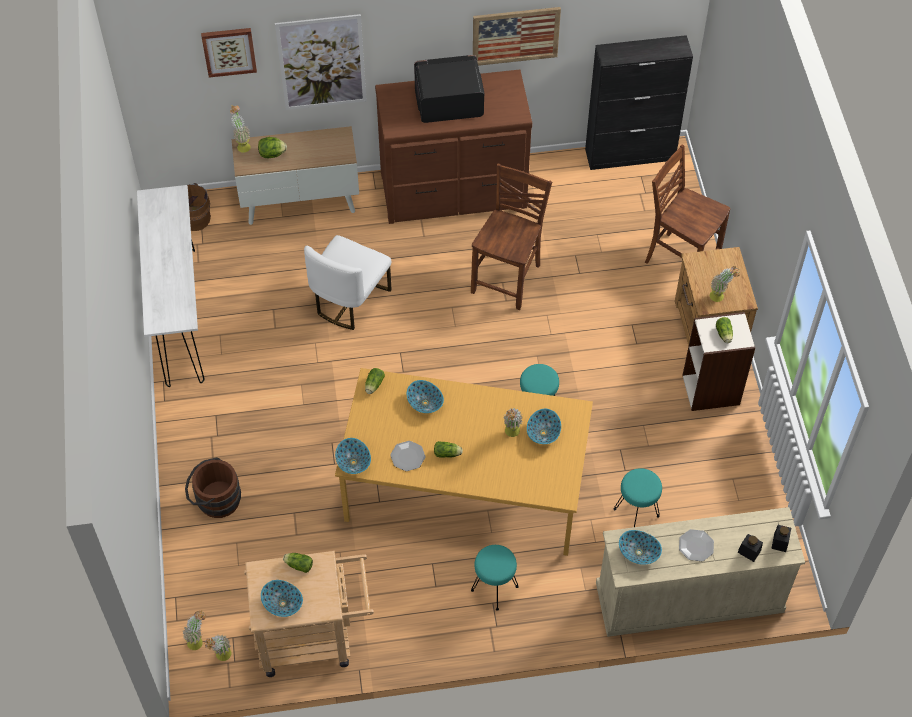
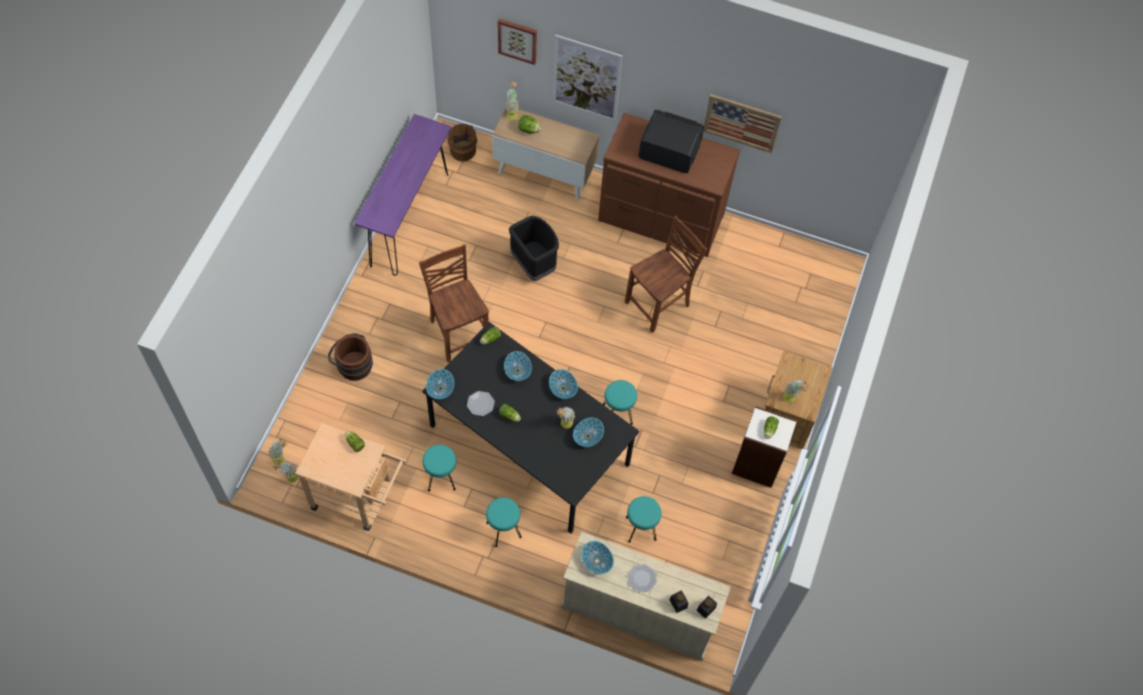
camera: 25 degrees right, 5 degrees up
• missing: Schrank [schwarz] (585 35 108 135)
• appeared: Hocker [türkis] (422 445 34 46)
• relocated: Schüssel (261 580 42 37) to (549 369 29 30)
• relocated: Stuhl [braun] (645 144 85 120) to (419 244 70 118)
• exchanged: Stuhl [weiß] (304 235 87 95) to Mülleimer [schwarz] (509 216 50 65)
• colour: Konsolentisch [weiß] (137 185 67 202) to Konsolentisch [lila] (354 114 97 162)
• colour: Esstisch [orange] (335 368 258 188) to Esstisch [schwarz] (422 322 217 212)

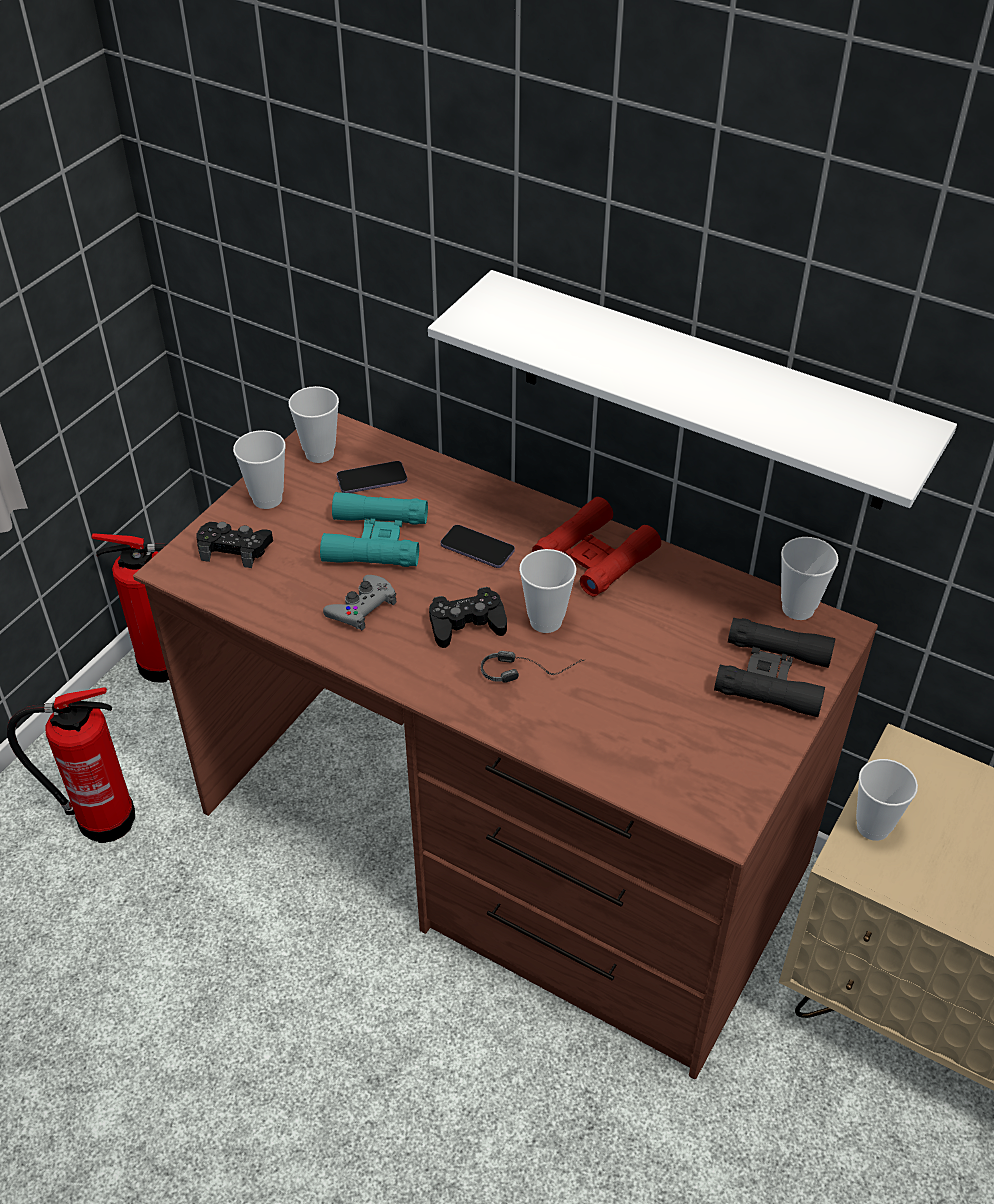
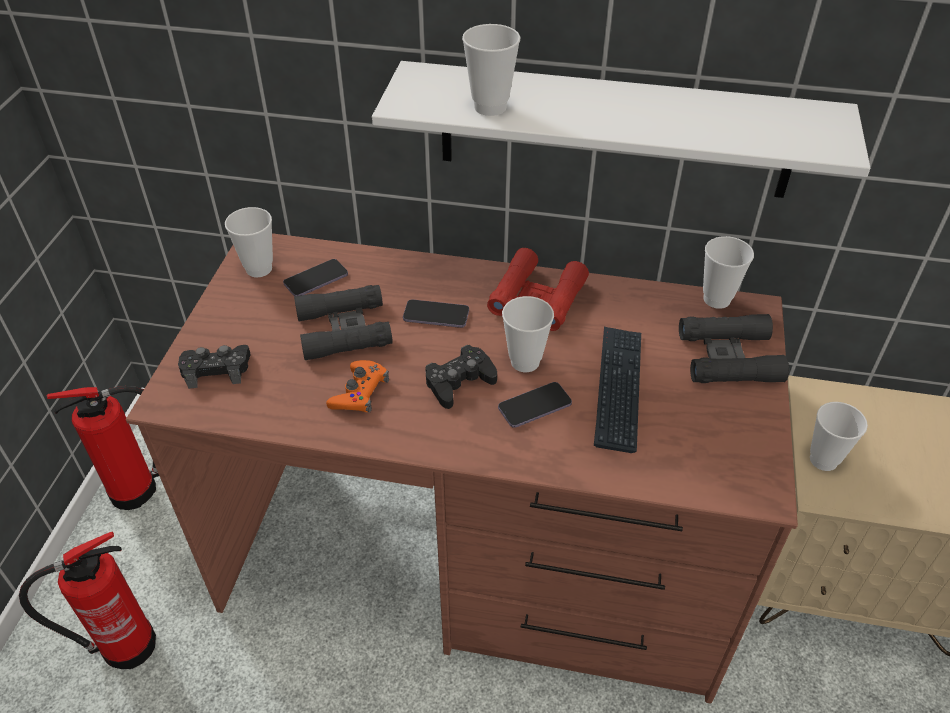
camera: 20 degrees left, 0 degrees up
• appeared: Tastatur (594 327 47 126)
• relocated: Tasse (233 430 53 79) to (462 24 59 92)
• exchanged: Kopfhörer (481 651 105 32) to Handy (498 382 74 46)
• colour: Fernglas [türkis] (320 492 108 75) to Fernglas [schwarz] (294 285 99 76)
• colour: Gamepad [grau] (323 575 73 55) to Gamepad [orange] (326 360 63 53)

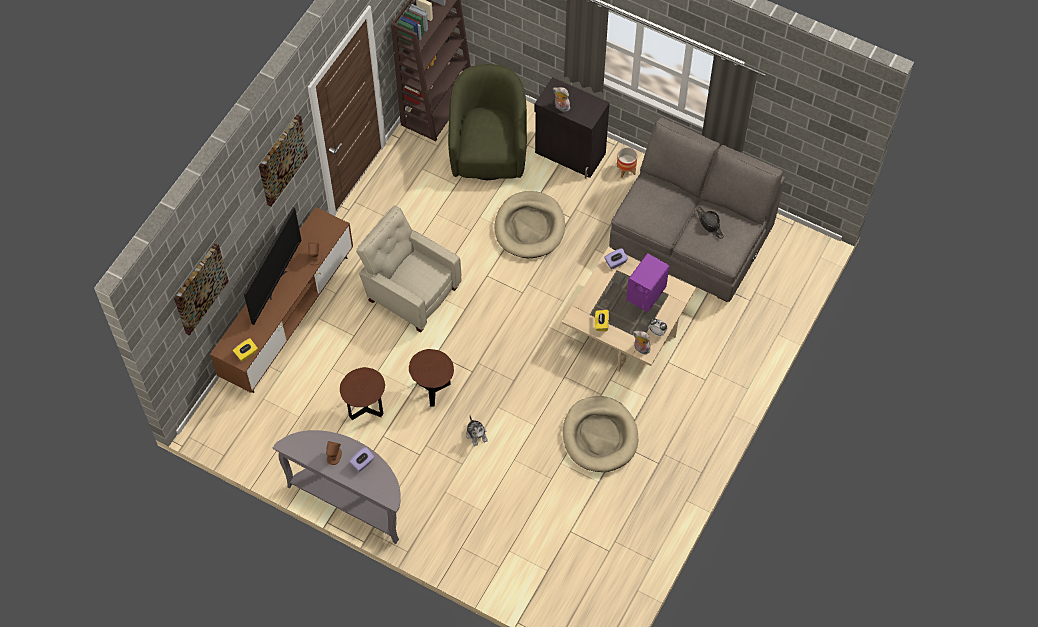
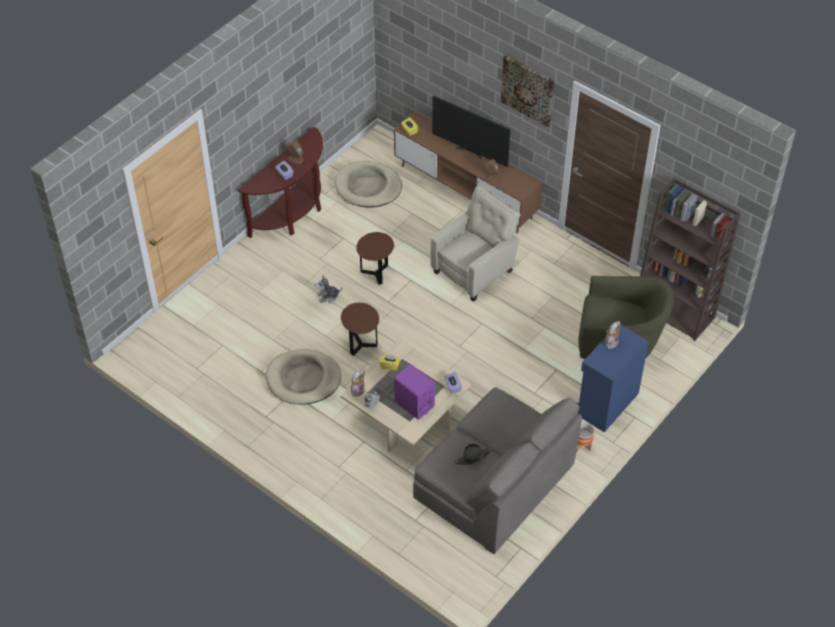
camera: 100 degrees right, 10 degrees down
• missing: Bild (174 243 55 93)
• relocated: Beistelltisch [braun] (340 367 45 53) to (341 302 38 54)
• relocated: Hundebett [beige] (494 191 71 67) to (335 161 67 47)
• colour: Konsolentisch [grau] (273 430 128 114) to Konsolentisch [braun] (237 127 86 111)
• colour: Schrank [schwarz] (534 77 76 101) to Schrank [blau] (577 325 72 107)

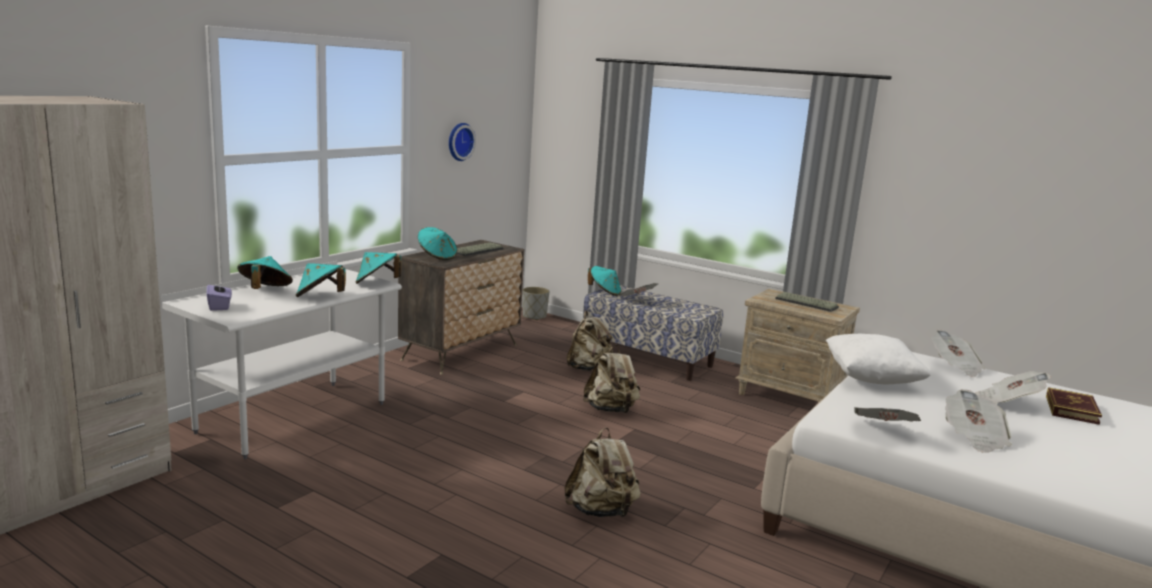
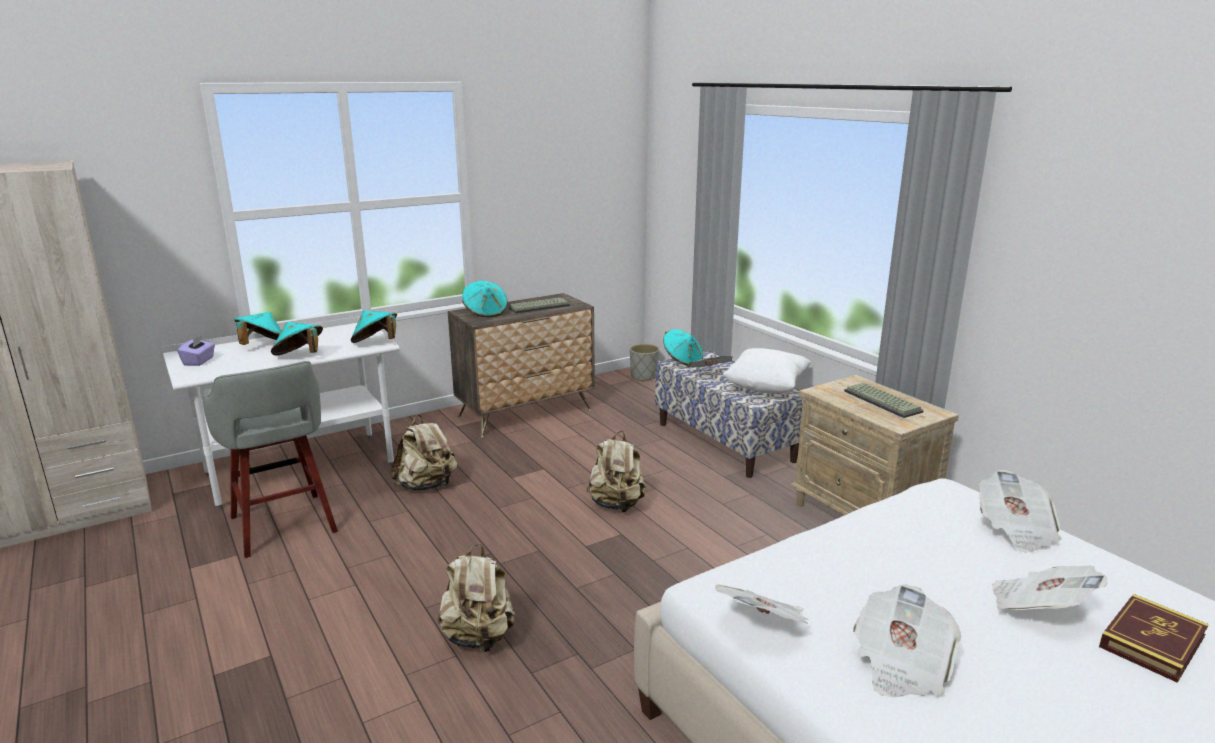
camera: 25 degrees right, 5 degrees up
• missing: Wanduhr (449 123 27 38)
• appeared: Hocker [grau] (203 361 135 197)
• relocated: Rucksack [beige] (566 311 47 60) to (391 415 66 76)
• relocated: Kissen [weiß] (826 334 105 51) to (723 348 88 45)

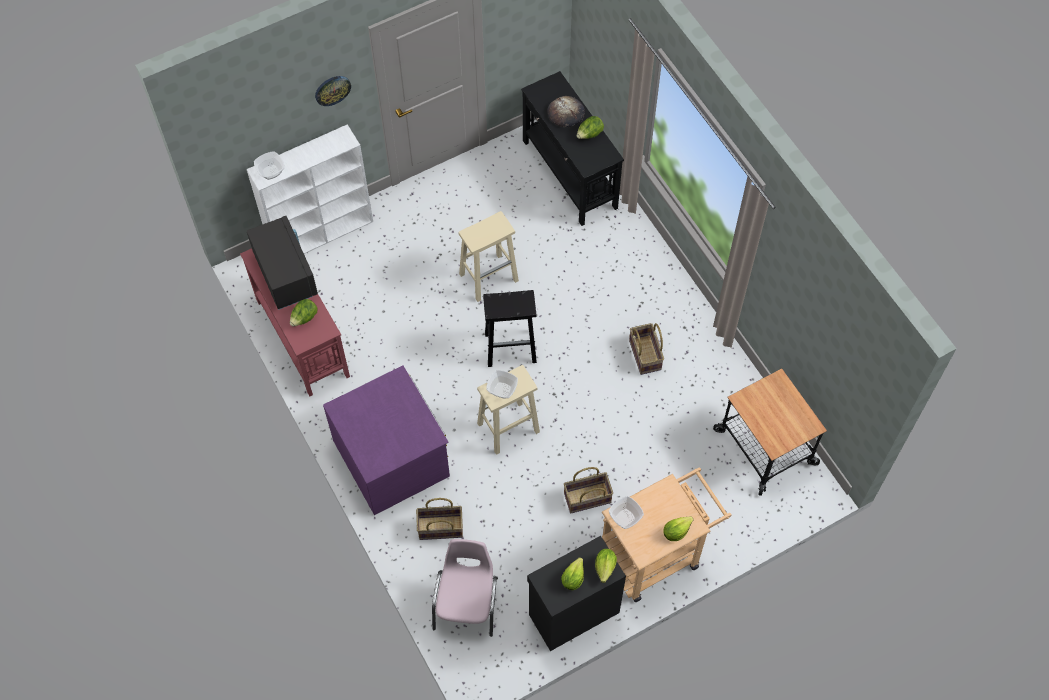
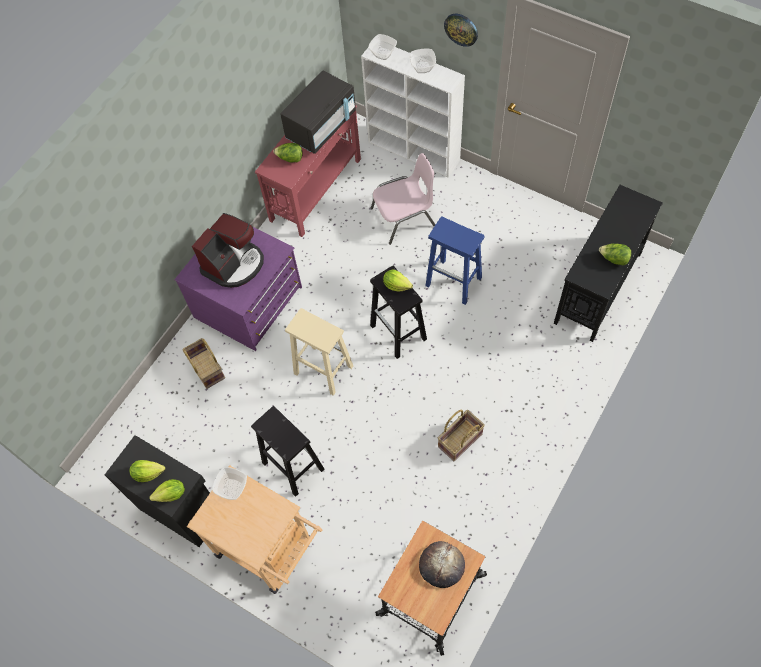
camera: 65 degrees right, 0 degrees up
• appeared: Kaffeemaschine (192 213 72 75)
• relocated: Stuhl [rosa] (432 539 66 98) to (370 153 65 92)
• relocated: Schüssel (486 370 32 28) to (410 49 26 24)
• relocated: Brot (547 96 38 32) to (419 541 46 47)
• relocated: Salatkopf (663 516 31 25) to (383 269 30 23)
• exchanged: Korb (564 467 49 46) to Hocker [schwarz] (251 406 73 91)
• colour: Hocker [beige] (458 211 61 91) to Hocker [blau] (425 216 60 89)

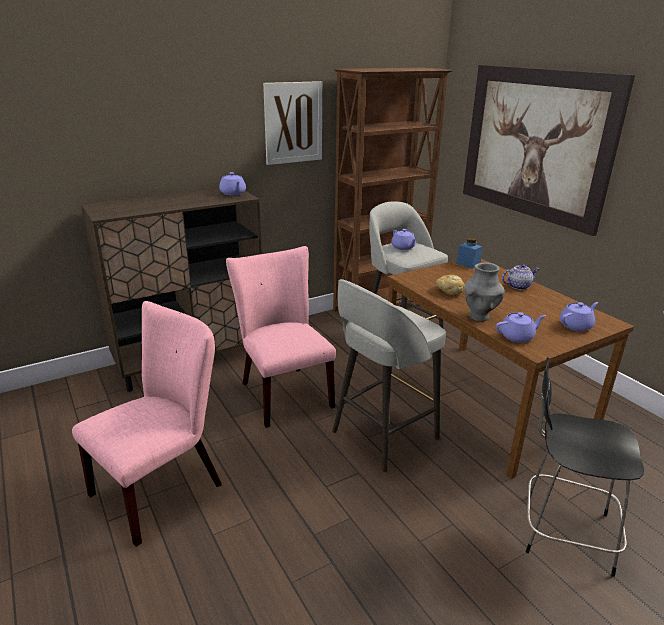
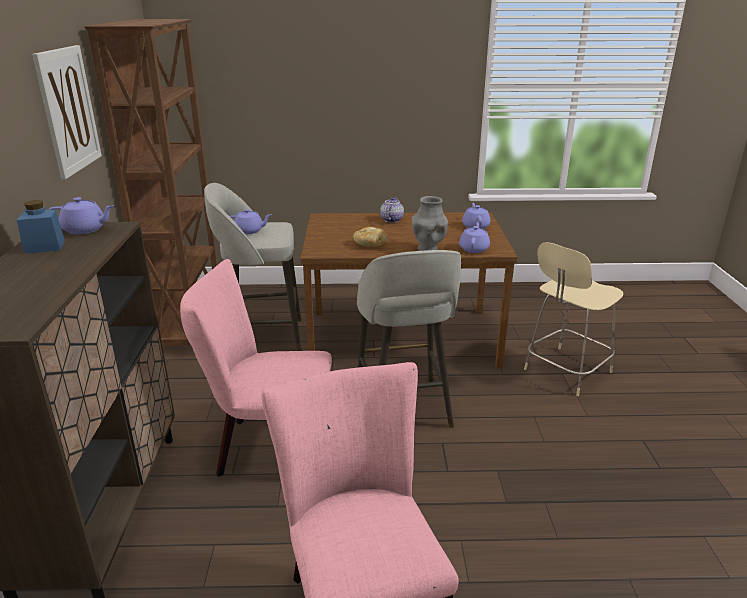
camera: 60 degrees left, 0 degrees up
• missing: Bild (463 65 172 171)
• relocated: Vorratsglas [blau] (456 237 26 32) to (17 200 48 54)
• colour: Hocker [schwarz] (526 357 118 220) to Hocker [beige] (524 242 100 154)

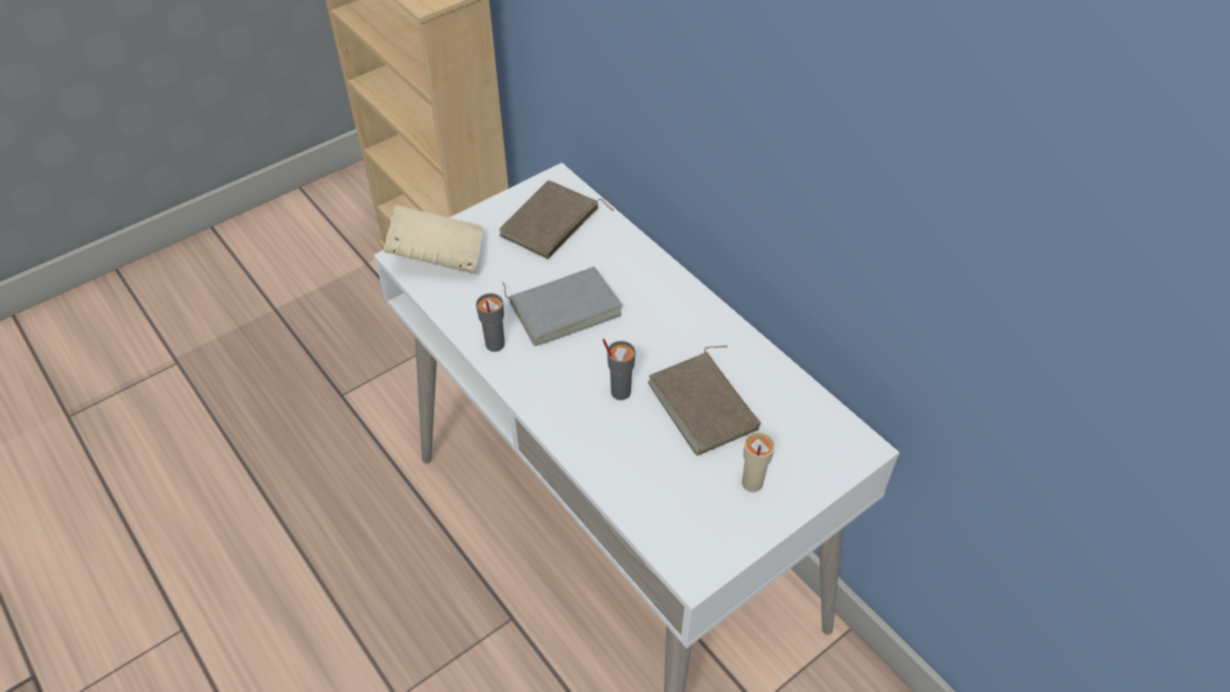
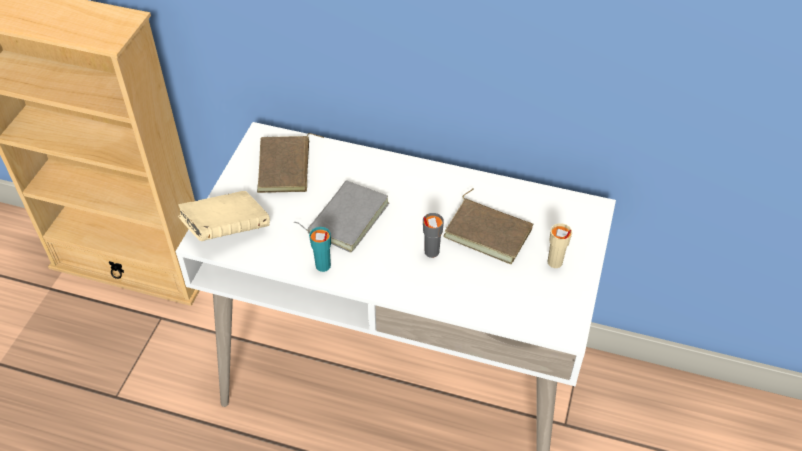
camera: 35 degrees left, 0 degrees up
• colour: Tasse [grau] (476 293 29 59) to Tasse [türkis] (309 227 22 45)

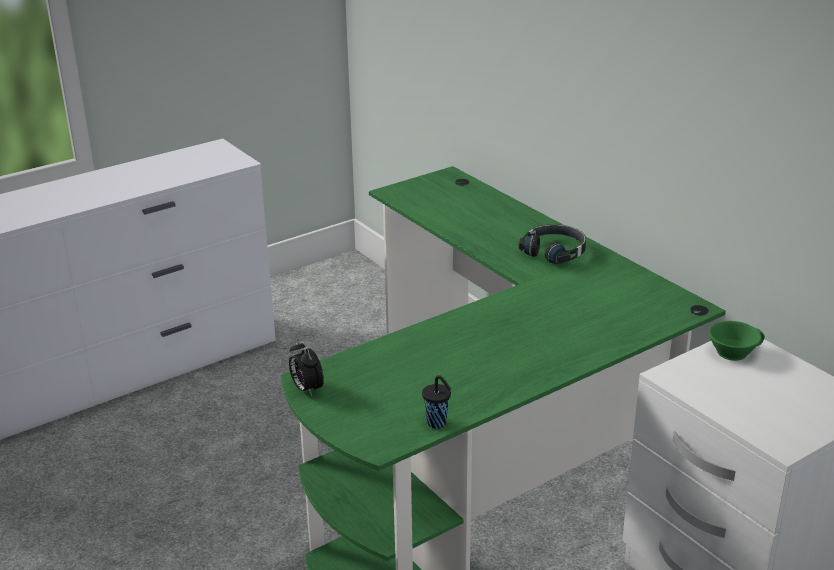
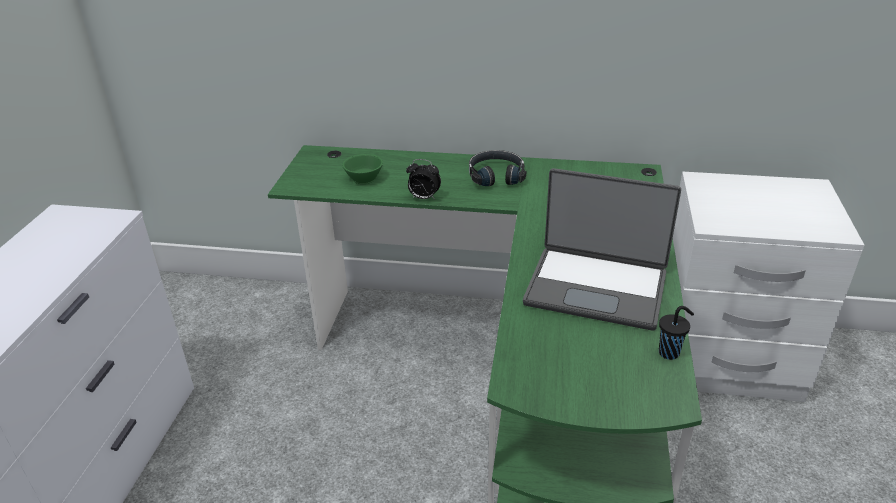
camera: 45 degrees left, 5 degrees up
• appeared: Laptop (523 168 158 163)
• relocated: Wecker (289 339 35 58) to (406 159 35 41)
• relocated: Tasse [grün] (709 321 56 40) to (342 154 41 30)

